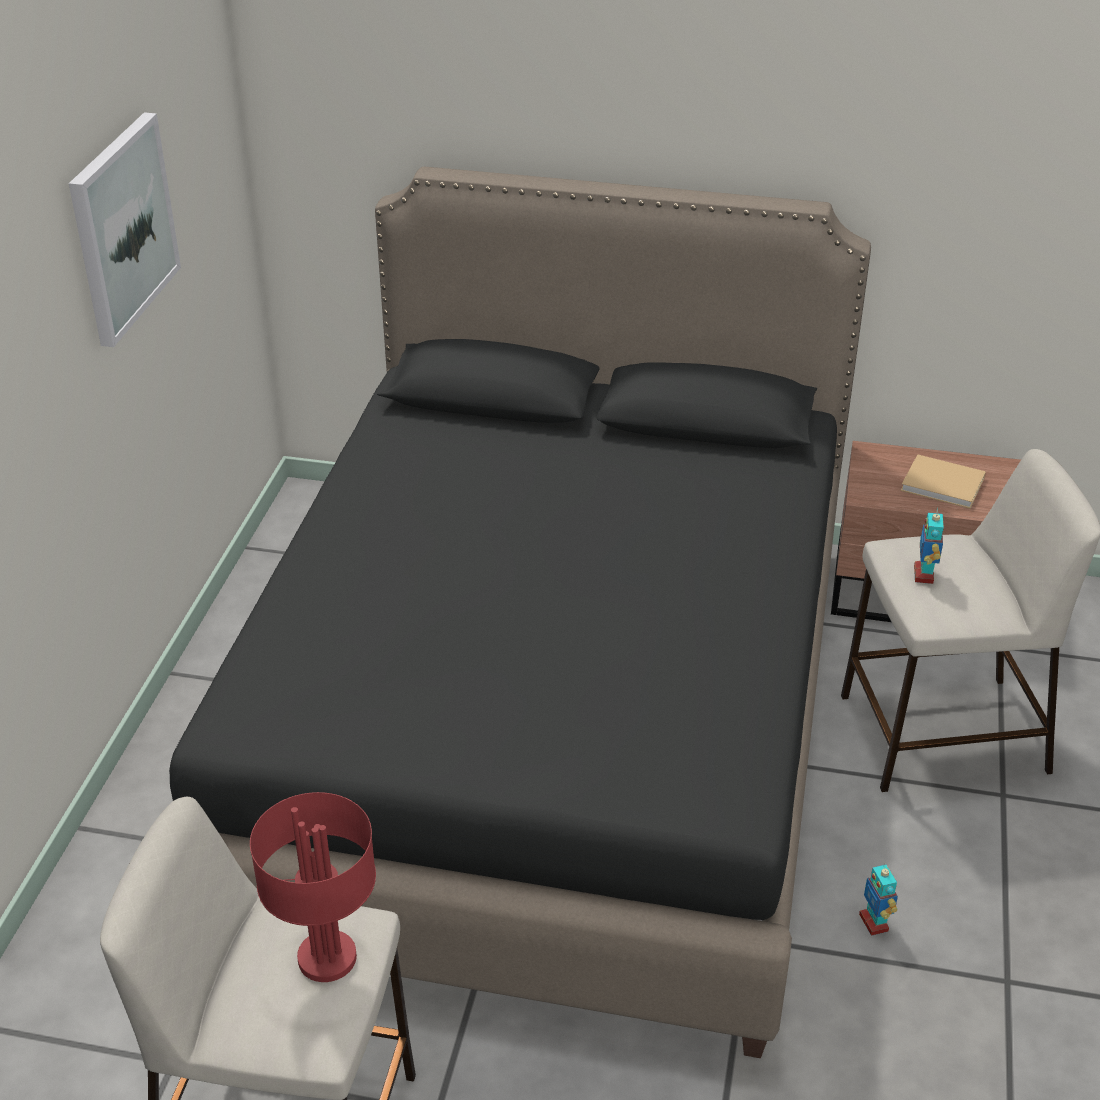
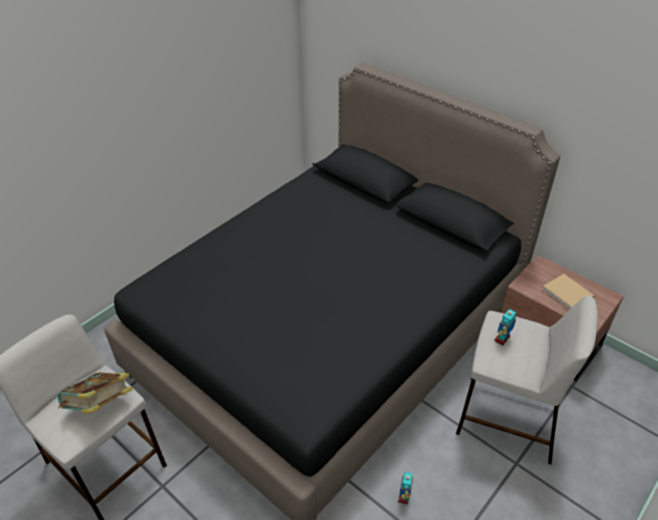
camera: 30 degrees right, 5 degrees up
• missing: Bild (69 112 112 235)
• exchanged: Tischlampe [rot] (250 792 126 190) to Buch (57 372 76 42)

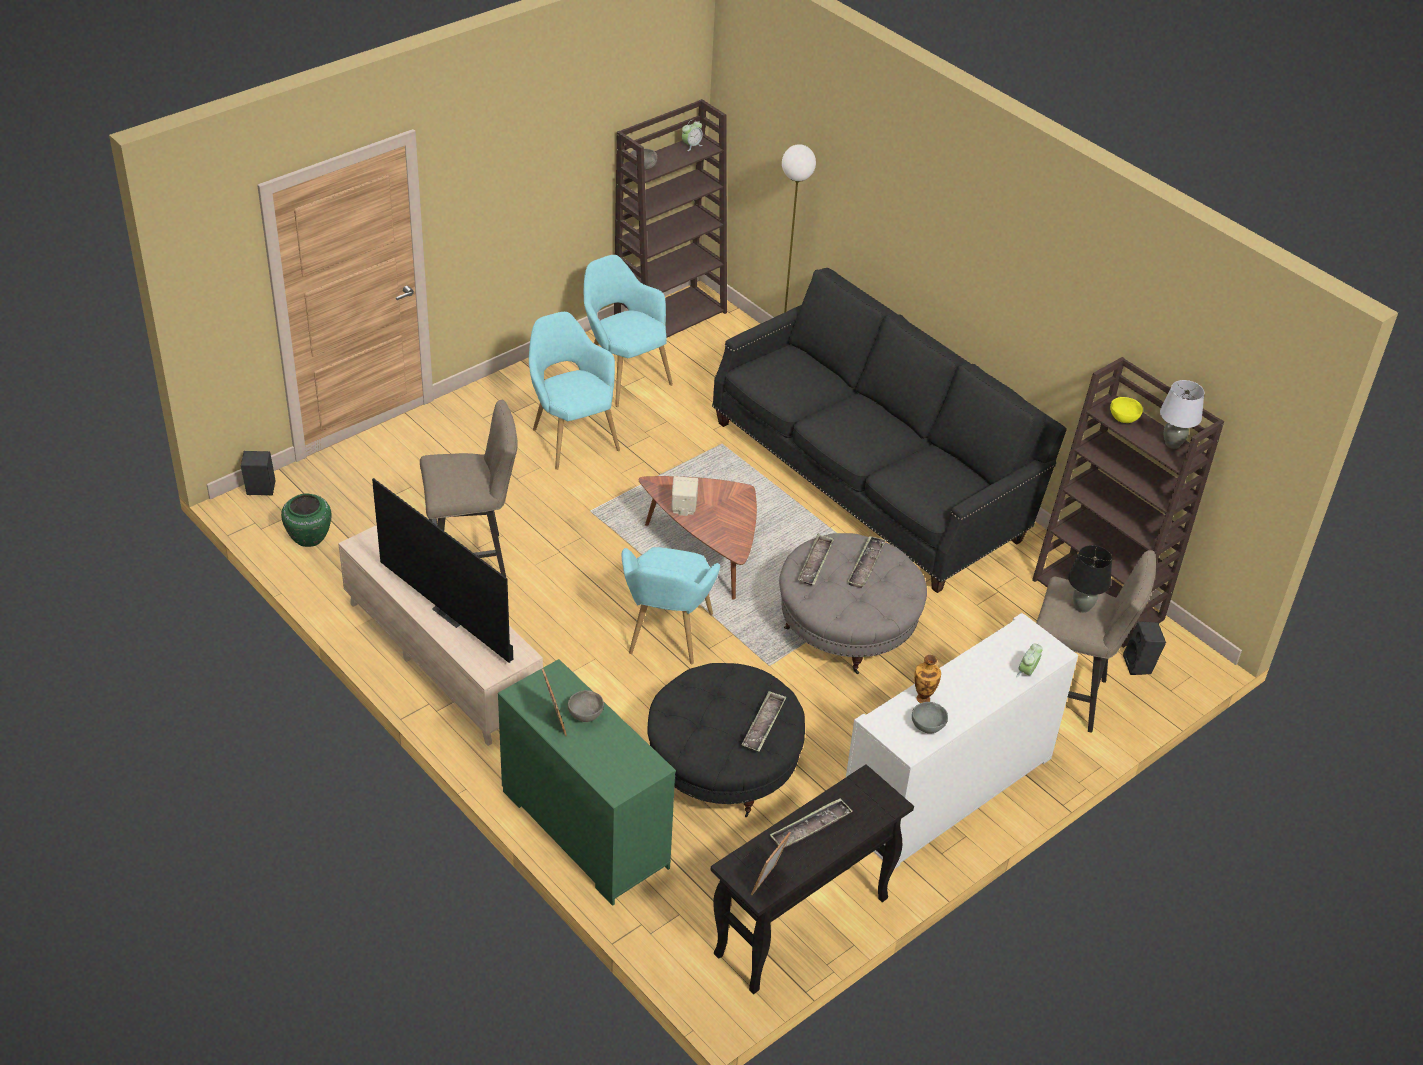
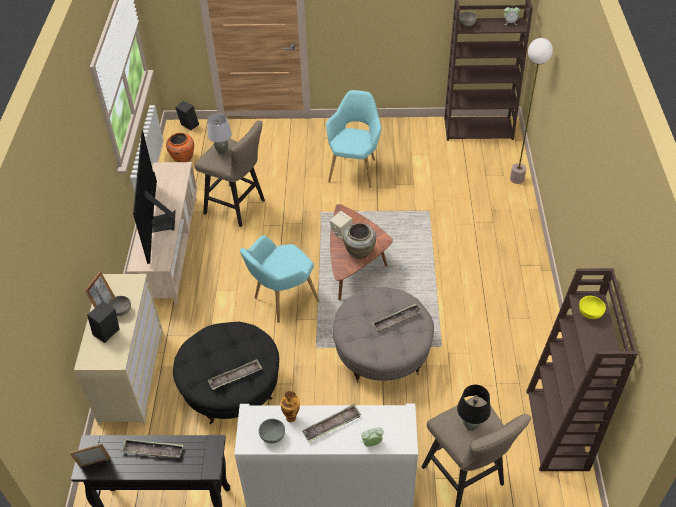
camera: 45 degrees right, 5 degrees up
• missing: Sessel [türkis] (584 255 89 152)
• missing: Sofa [schwarz] (712 268 355 325)
• appeared: Vase [beige] (343 223 33 36)
• relocated: Tablett (798 534 36 52) to (302 404 59 38)
• relocated: Lautsprecher [schwarz] (1123 622 43 53) to (87 301 33 42)
• relocated: Tischlampe [grau] (1160 380 44 69) to (207 114 25 40)
• colour: Vase [grün] (281 494 51 53) to Vase [orange] (166 133 28 29)
• colour: Kommode [grün] (498 659 178 247) to Kommode [beige] (74 274 89 151)

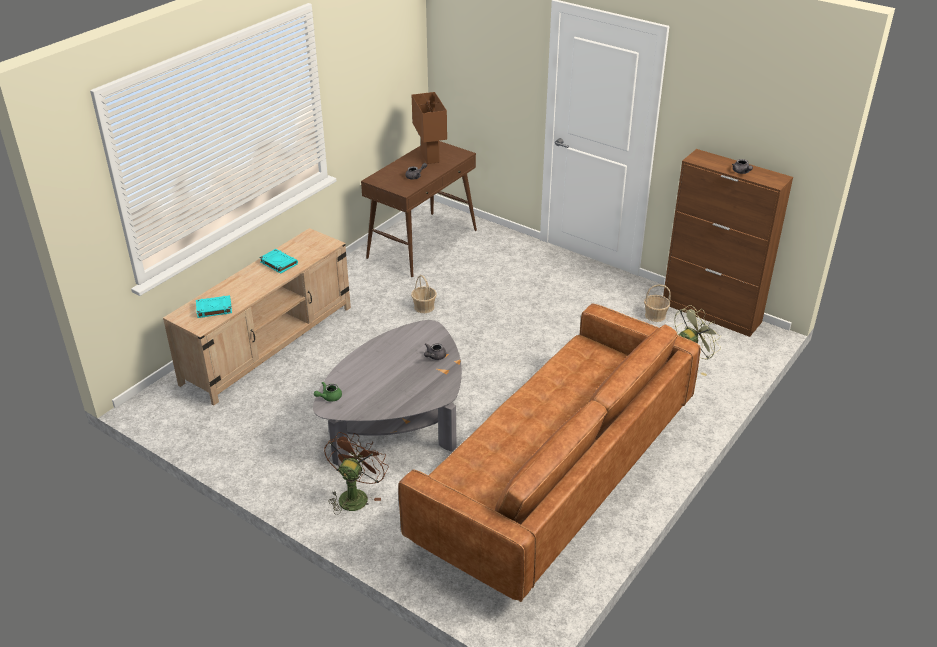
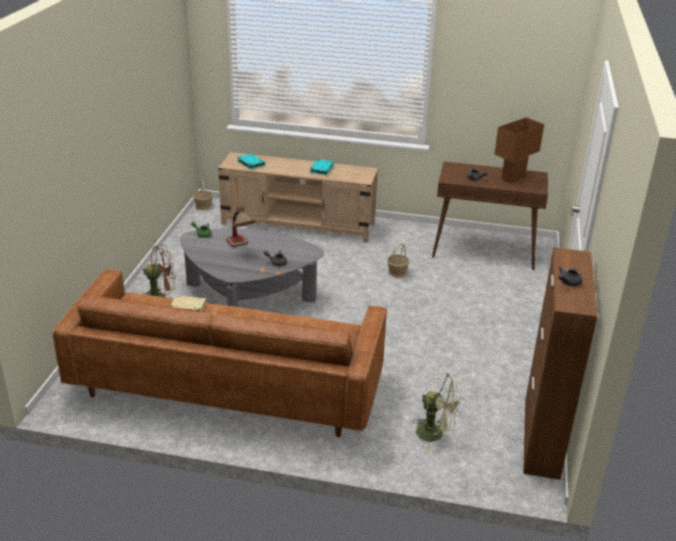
camera: 65 degrees right, 5 degrees down
• appeared: Buch [beige] (170 295 37 17)
• appeared: Tischlampe (226 206 30 41)
• relocated: Korb (644 284 27 38) to (193 179 20 31)

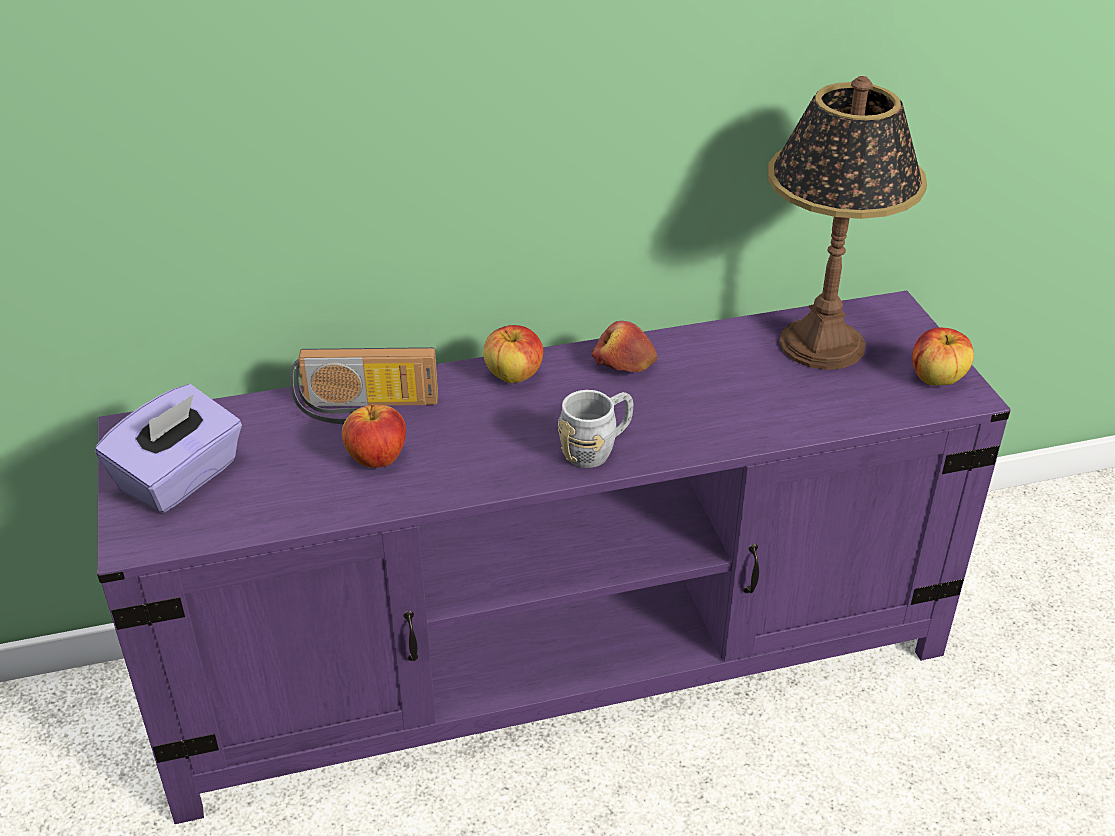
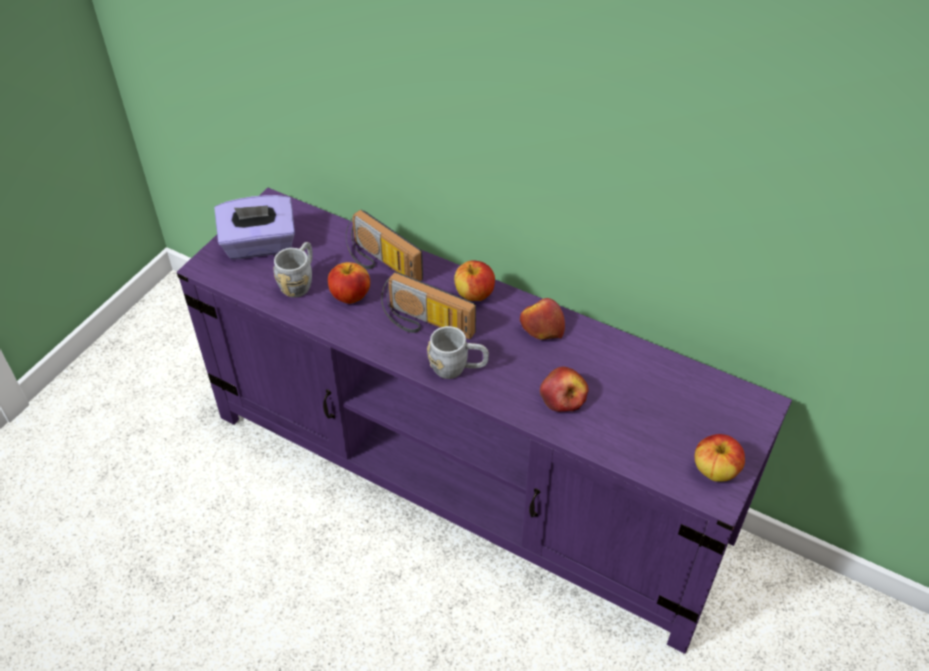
camera: 45 degrees right, 10 degrees up
• missing: Tischlampe (768 76 159 294)
• appeared: Henkelbecher [grau] (273 242 40 56)
• appeared: Radio (381 272 95 67)
• appeared: Apfel (540 367 49 45)

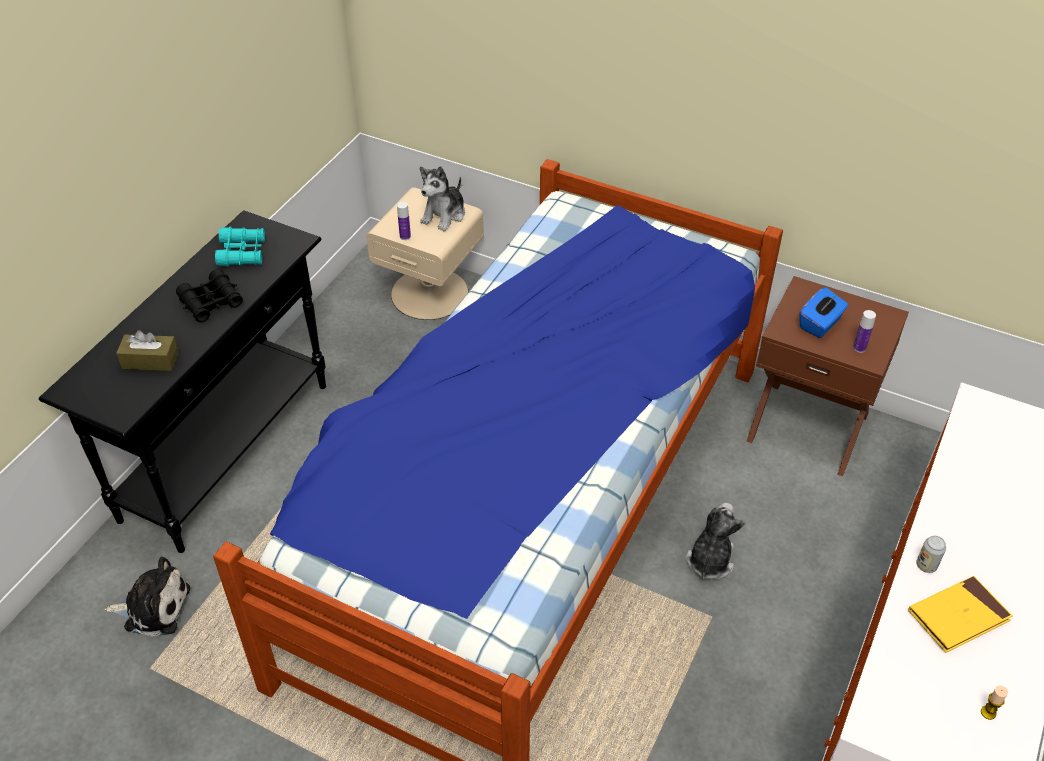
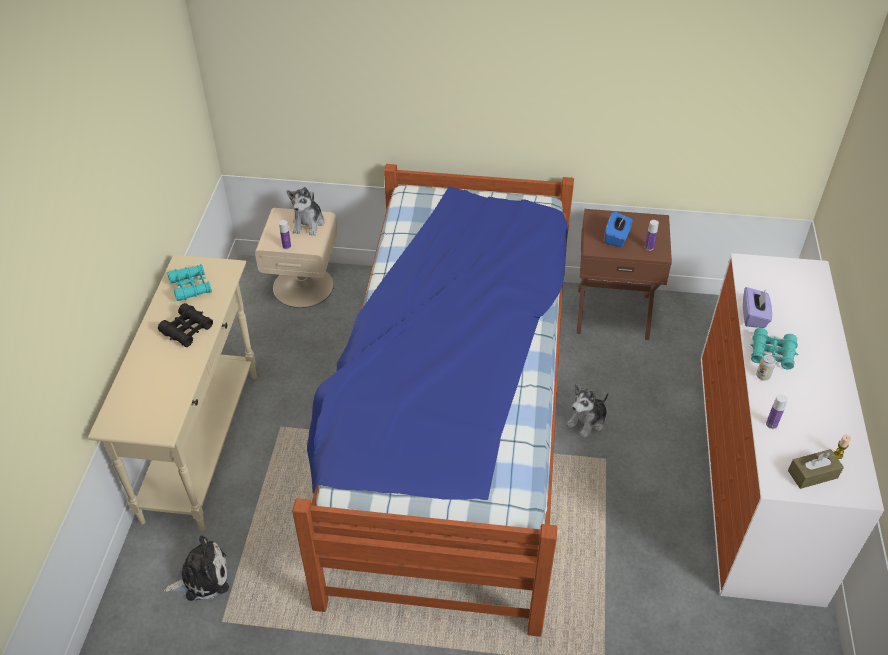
camera: 20 degrees left, 0 degrees up
• missing: Buch [gelb] (908 576 105 77)
• appeared: Taschentuchbox [lila] (743 287 29 41)
• appeared: Fernglas [türkis] (750 328 48 41)
• appeared: Flasche (766 394 22 35)
• relocated: Taschentuchbox [braun] (116 330 63 41) to (788 449 56 40)
• colour: Konsolentisch [schwarz] (39 210 287 343) to Konsolentisch [beige] (88 255 169 276)
• spun: Plüschtier (687 502 58 77) = (566 384 43 54) 135 degrees counterclockwise

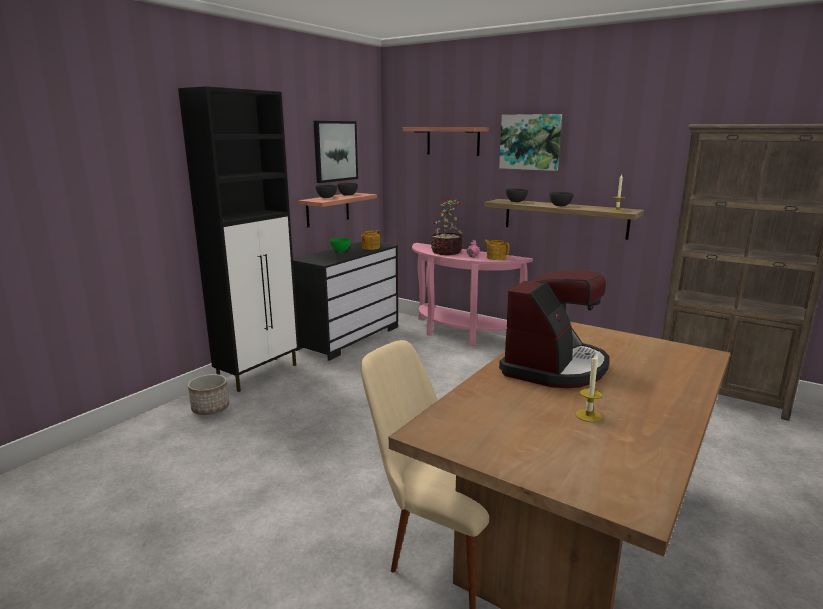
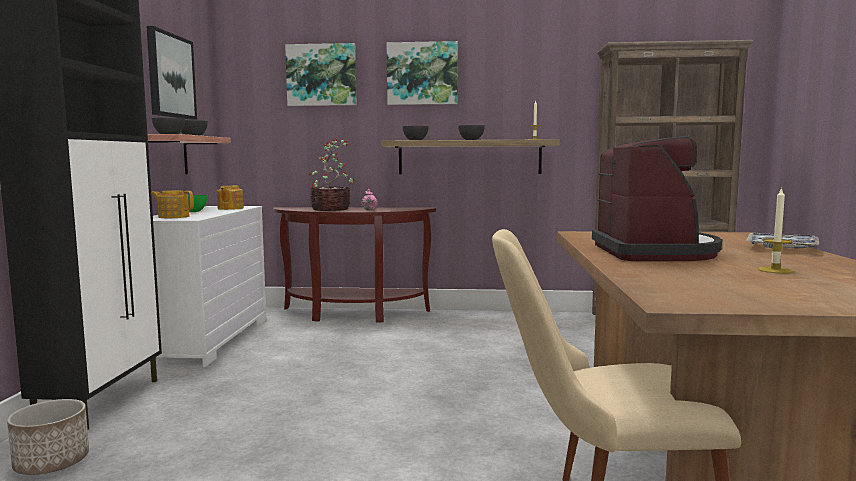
camera: 30 degrees left, 10 degrees down
• appeared: Tablett (746 233 73 15)
• relocated: Teekanne (484 240 26 20) to (151 190 43 28)
• exchanged: Wandregal (403 127 87 29) to Bild (285 43 72 63)
• colour: Kommode [schwarz] (293 241 105 120) to Kommode [weiß] (153 206 113 161)
• colour: Konsolentisch [rosa] (412 243 121 103) to Konsolentisch [braun] (273 207 164 116)

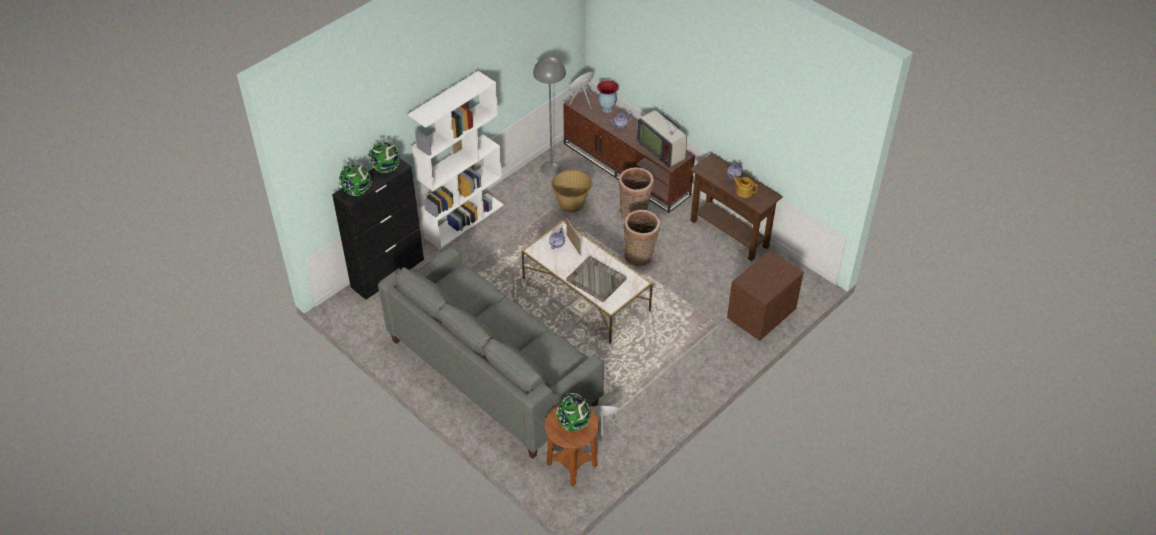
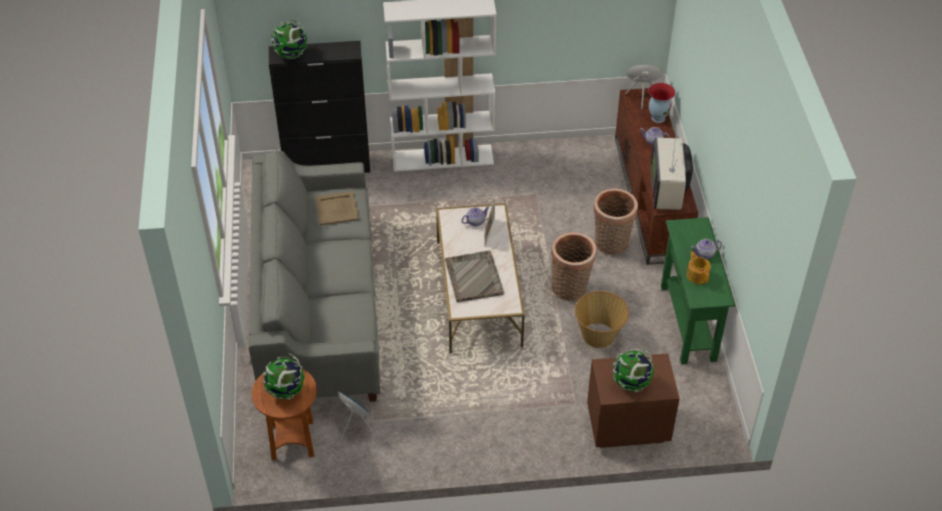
camera: 40 degrees right, 0 degrees up
• missing: Stehlampe [grau] (533 57 33 120)
• appeared: Tablett [beige] (315 191 44 35)
• relocated: Globus (368 138 32 35) to (613 347 41 45)
• relocated: Korb (552 170 40 43) to (575 291 54 57)
• colour: Konsolentisch [braun] (690 153 93 108) to Konsolentisch [grün] (661 217 75 147)

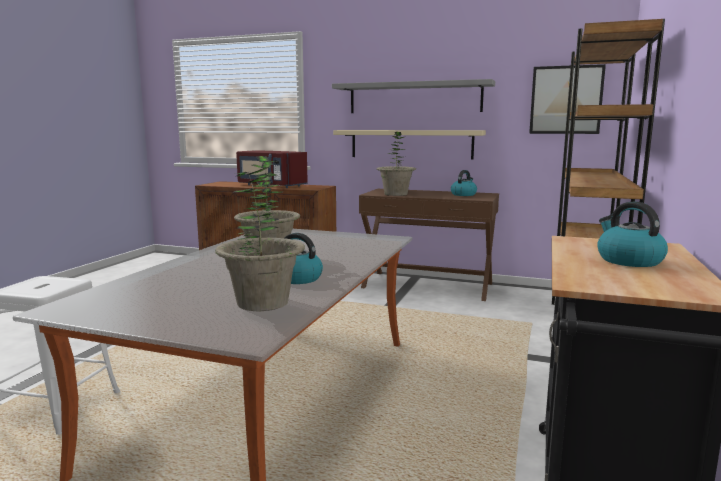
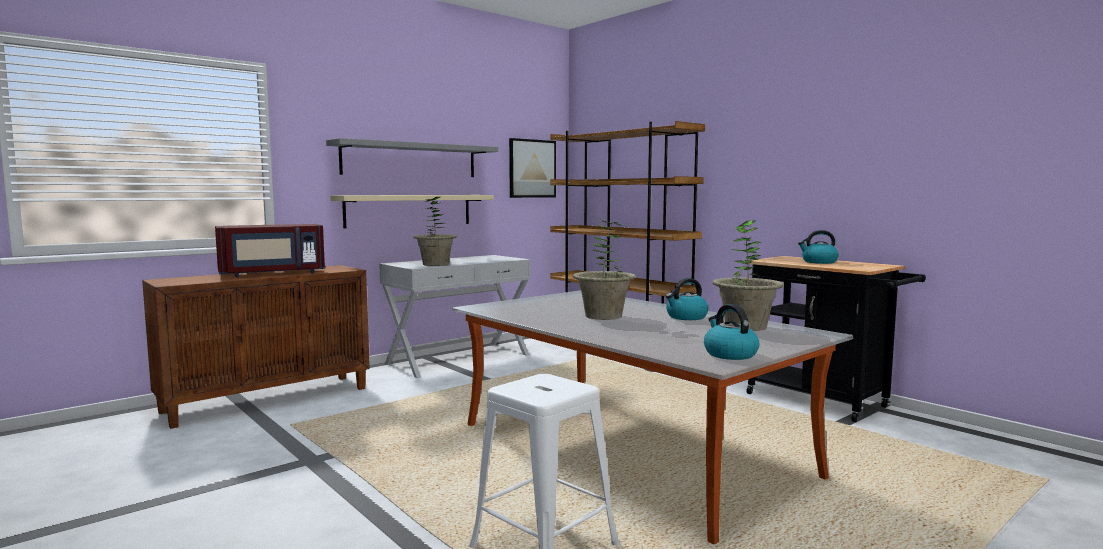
camera: 60 degrees left, 5 degrees down
• relocated: Wasserkessel (451 170 26 26) to (704 304 55 56)
• colour: Konsolentisch [braun] (359 189 140 112) to Konsolentisch [weiß] (379 255 151 123)

